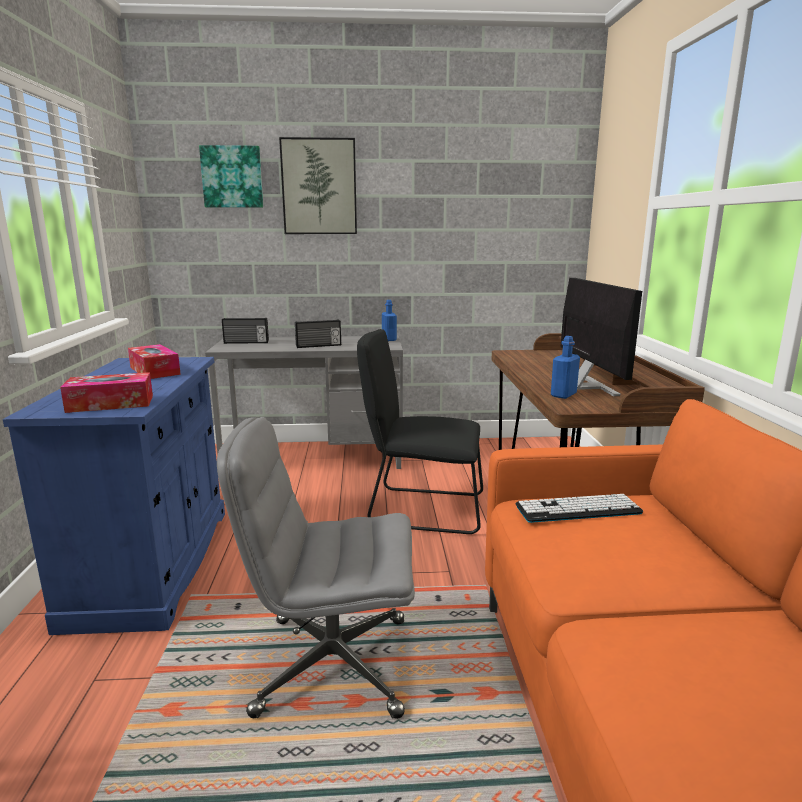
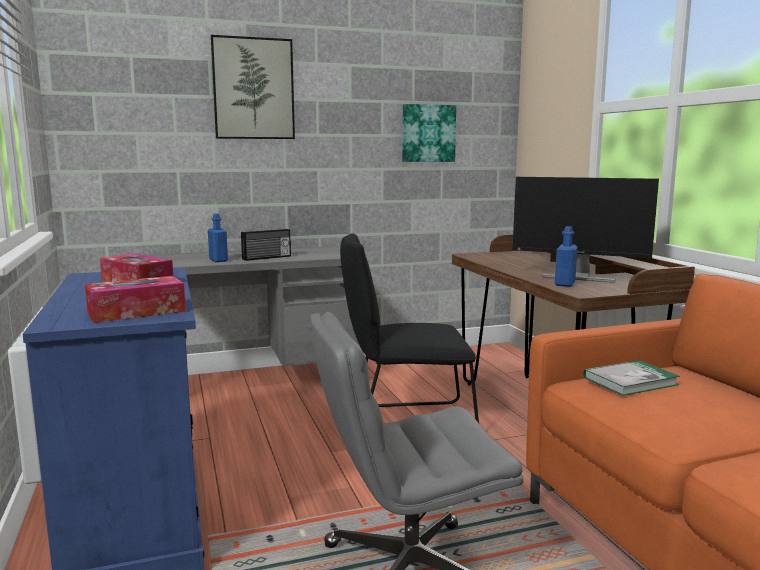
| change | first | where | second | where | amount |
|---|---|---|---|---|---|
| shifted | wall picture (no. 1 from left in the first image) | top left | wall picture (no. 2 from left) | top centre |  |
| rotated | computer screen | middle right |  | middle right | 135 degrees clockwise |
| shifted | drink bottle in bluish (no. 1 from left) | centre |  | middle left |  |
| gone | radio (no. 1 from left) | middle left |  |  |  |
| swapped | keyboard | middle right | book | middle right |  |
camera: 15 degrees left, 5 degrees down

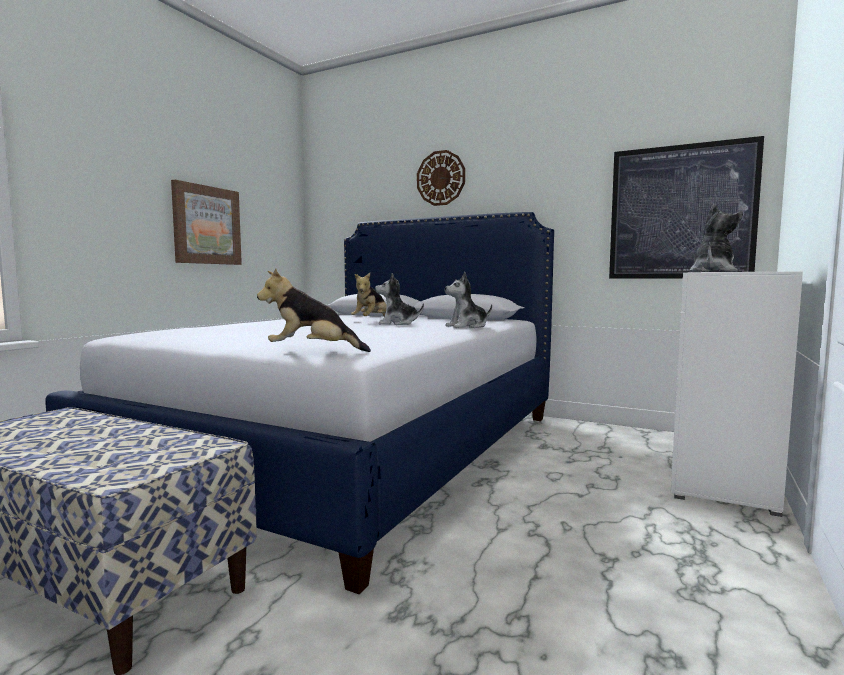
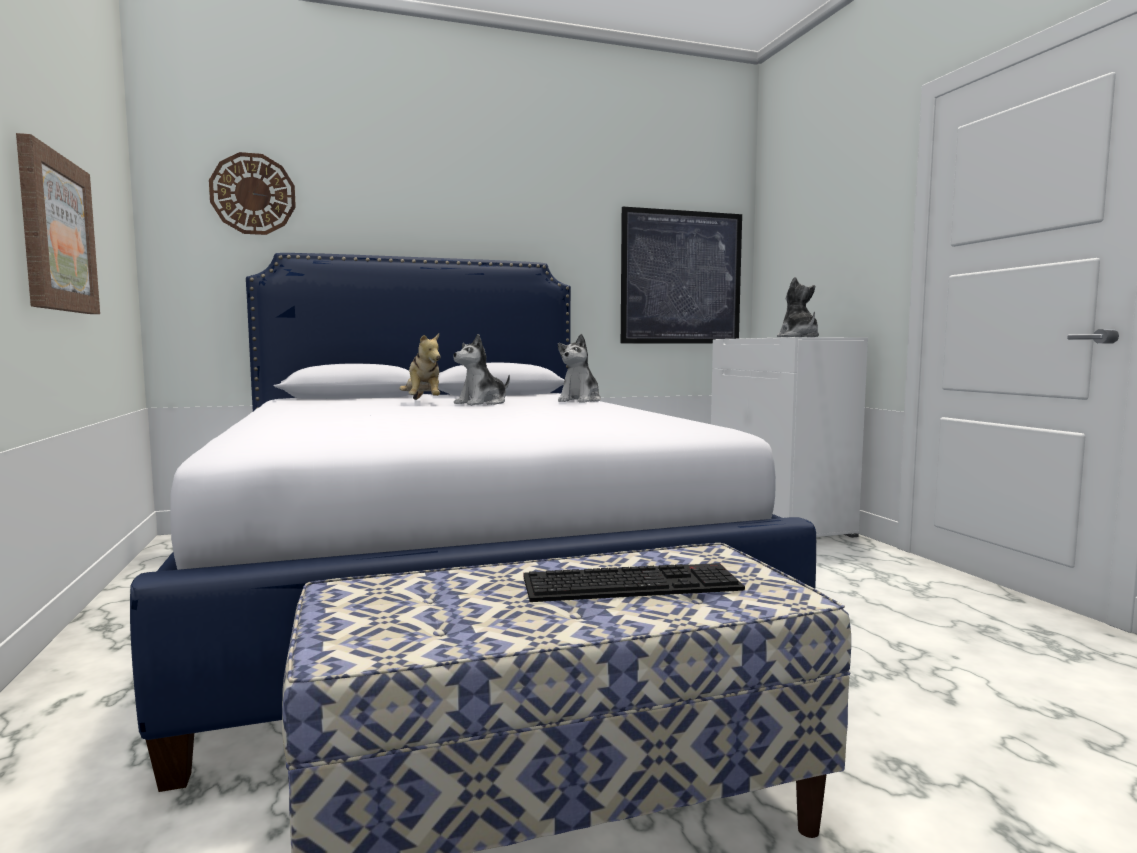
| change | first | where | second | where | amount |
|---|---|---|---|---|---|
| shifted | clock on the wall | top centre |  | top left |  |
| gone | cuddly toy (no. 1 from left) | centre |  |  |  |
| new |  |  | keyboard | bottom centre |  |
camera: 45 degrees left, 0 degrees up

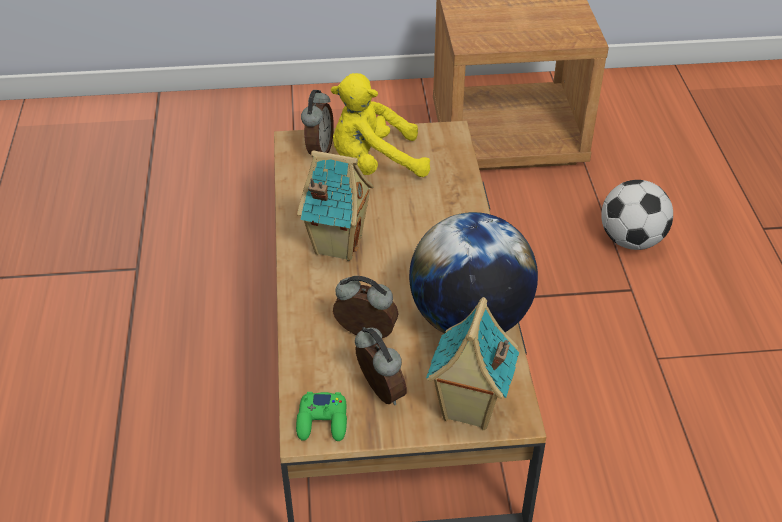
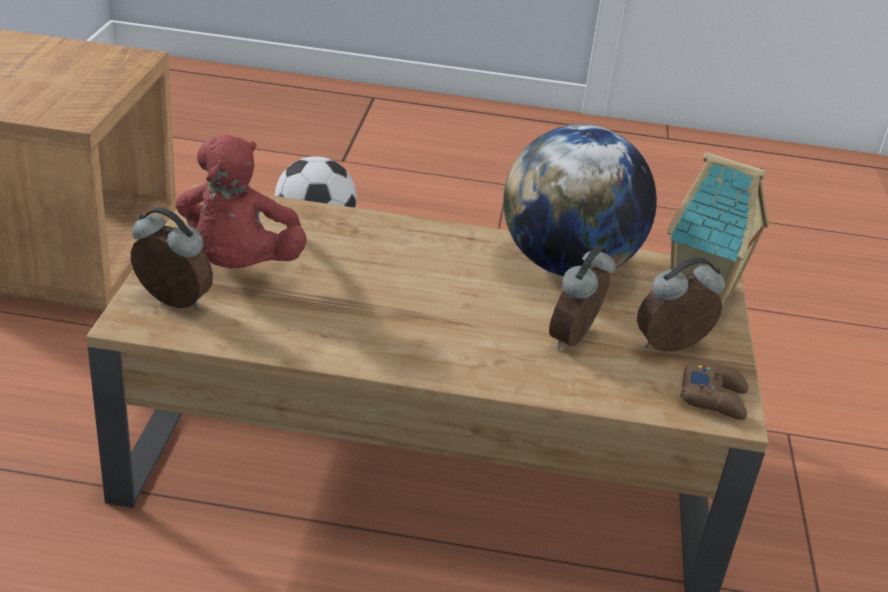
| change | first | where | second | where | amount |
|---|---|---|---|---|---|
| repainted | cuddly toy in yellowish | top centre | cuddly toy in reddish | middle left |  |
| gone | toy house (no. 1 from left) | centre |  |  |  |
| repainted | gamepad in green | bottom centre | gamepad in brownish | middle right |  |
camera: 80 degrees left, 10 degrees down

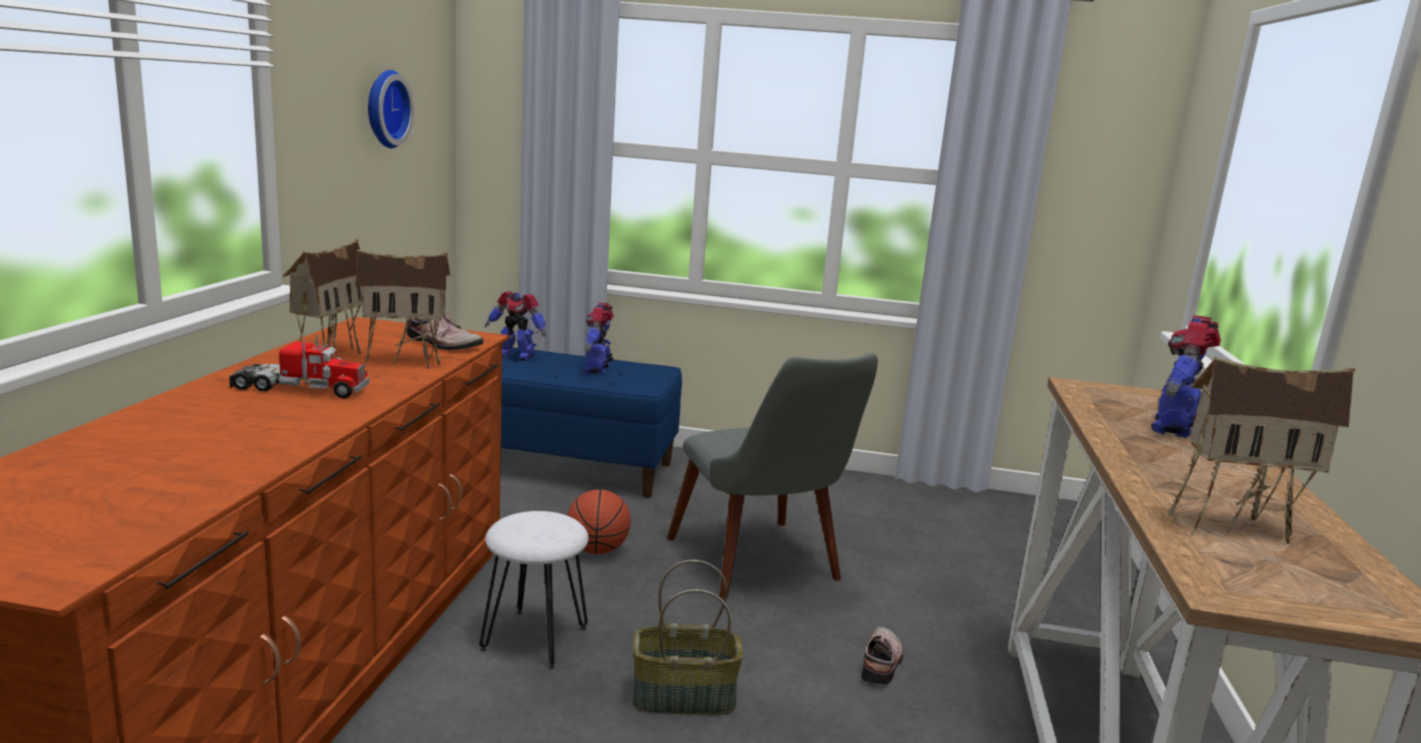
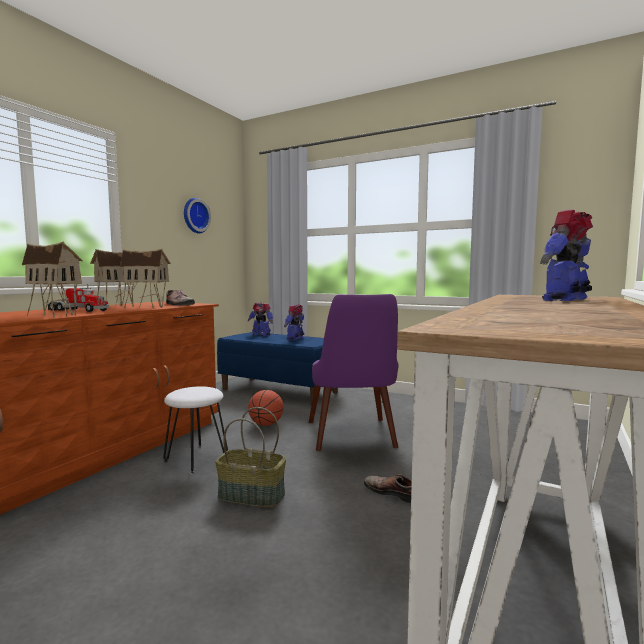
| change | first | where | second | where | amount |
|---|---|---|---|---|---|
| repainted | chair in greyish | centre | chair in purple-coloured | centre |  |
| shifted | toy house (no. 3 from left in the first image) | middle right | toy house (no. 1 from left) | middle left |  |
| rotated | shoe (no. 2 from left) | bottom centre |  | bottom centre | 90 degrees counterclockwise |
camera: 20 degrees right, 10 degrees down

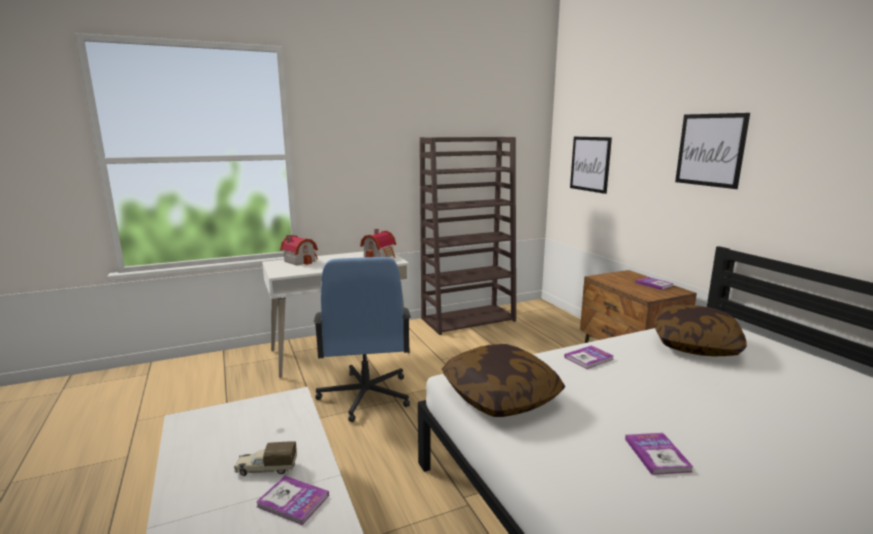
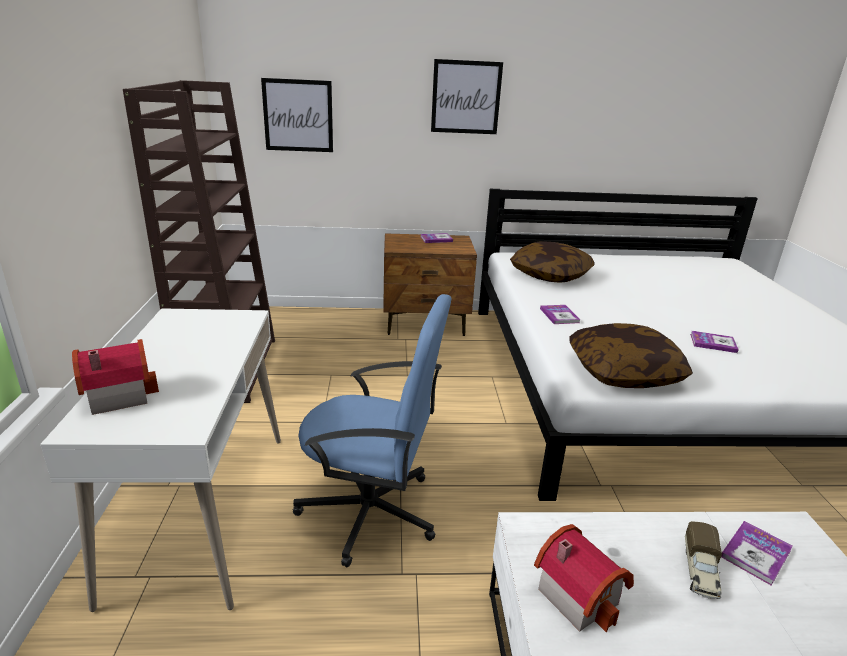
| change | first | where | second | where | amount |
|---|---|---|---|---|---|
| shifted | toy house (no. 2 from left) | centre |  | bottom right |  |
camera: 70 degrees left, 10 degrees up

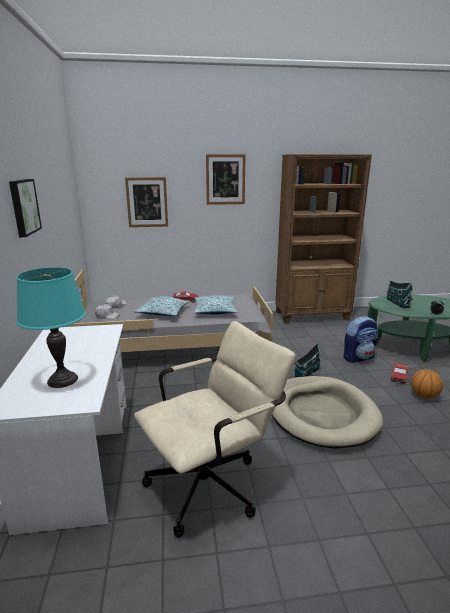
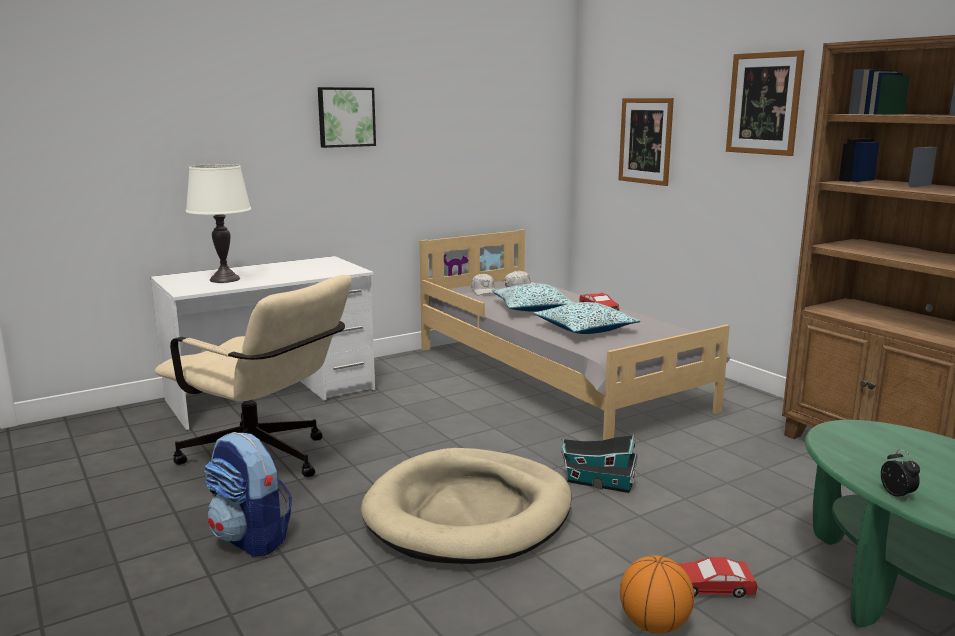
| change | first | where | second | where | amount |
|---|---|---|---|---|---|
| repainted | lamp for a table in blue-green | middle left | lamp for a table in whitish | middle left |  |
| gone | toy house (no. 2 from left) | middle right |  |  |  |
| shifted | rucksack | middle right |  | bottom left |  |
camera: 65 degrees right, 5 degrees down

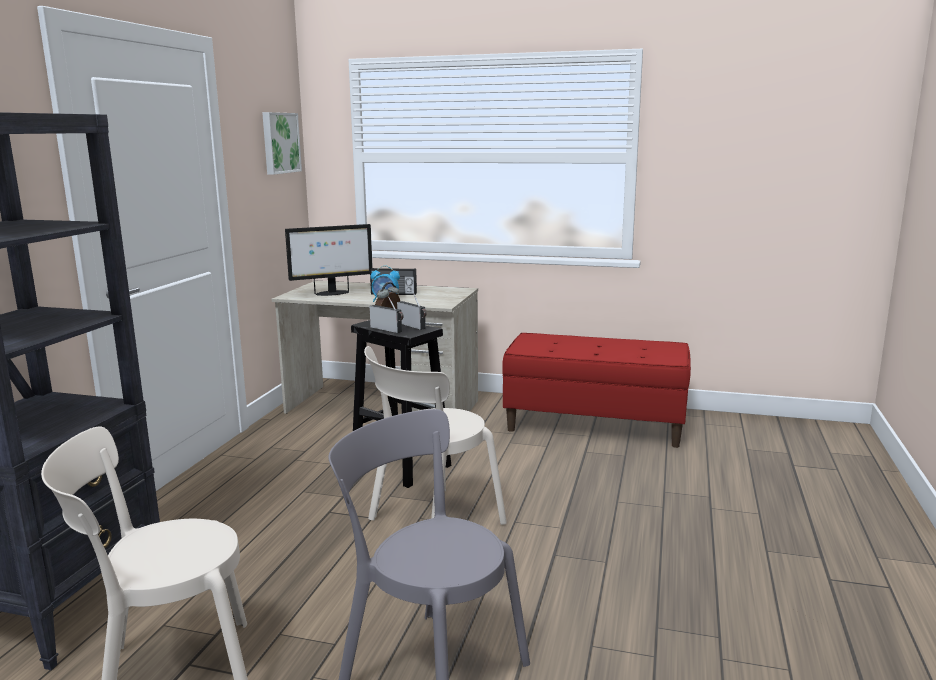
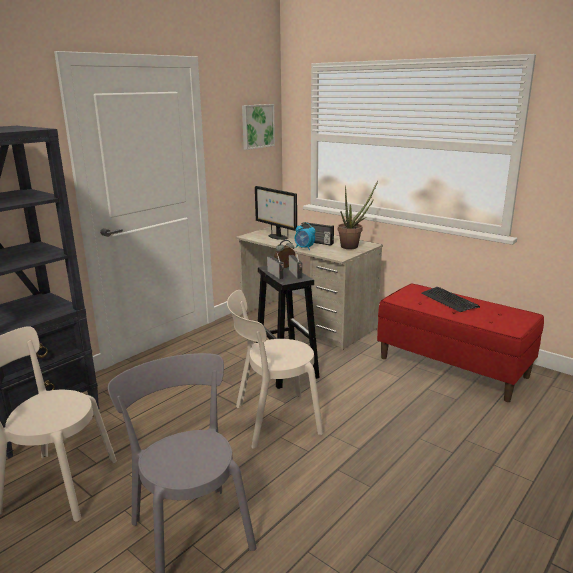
| change | first | where | second | where | amount |
|---|---|---|---|---|---|
| rotated | computer screen | centre |  | centre | 45 degrees clockwise |
| new |  |  | houseplant | centre |  |
| new |  |  | keyboard | middle right |  |
camera: 25 degrees right, 5 degrees up

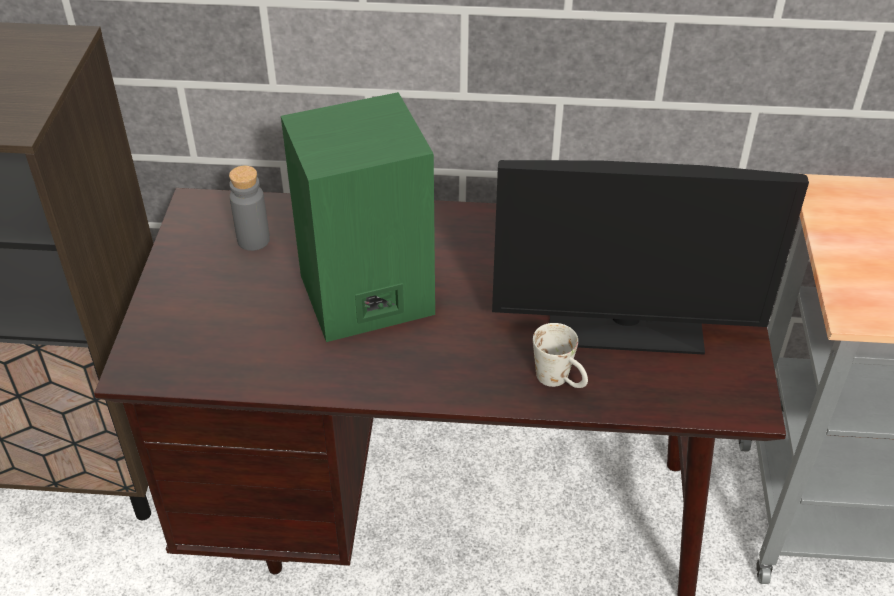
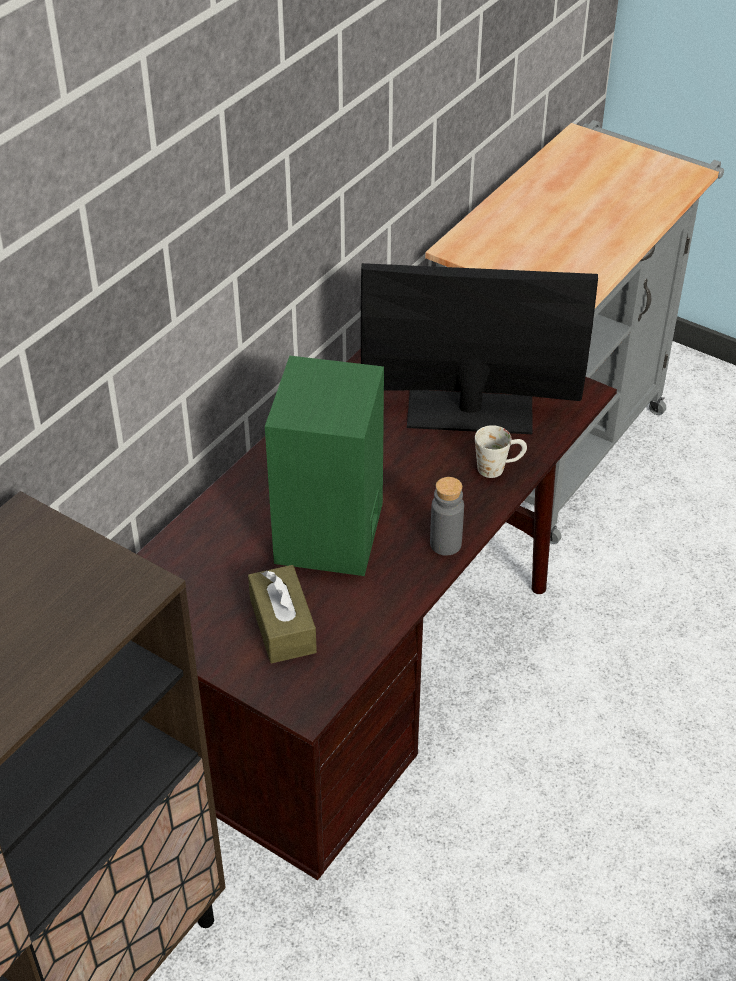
| change | first | where | second | where | amount |
|---|---|---|---|---|---|
| rotated | computer screen | middle right |  | centre | 120 degrees counterclockwise |
| shifted | drink bottle in greyish | middle left |  | centre |  |
| new |  |  | tissue box in brownish | centre |  |
camera: 60 degrees left, 0 degrees up

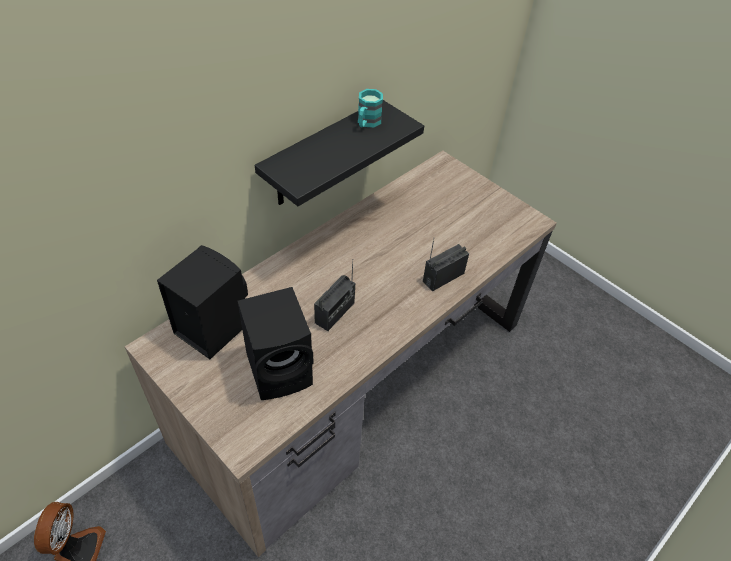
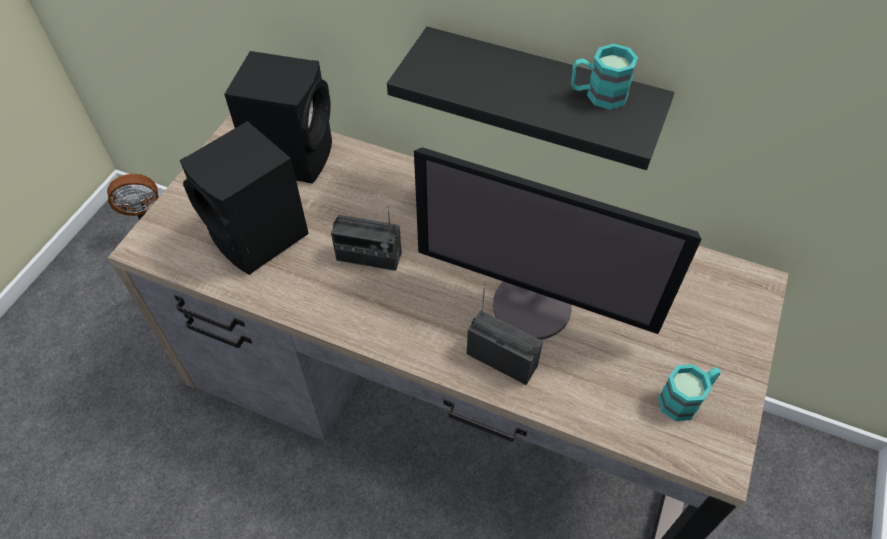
| change | first | where | second | where | amount |
|---|---|---|---|---|---|
| new |  |  | computer screen | centre |  |
| new |  |  | mug in blue-green (no. 2 from left) | bottom right |  |
camera: 70 degrees right, 5 degrees up

